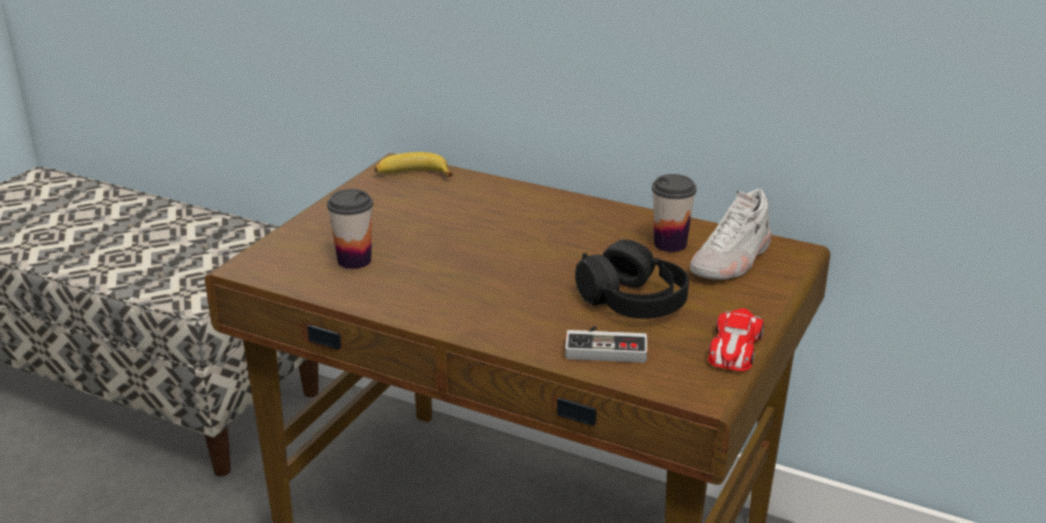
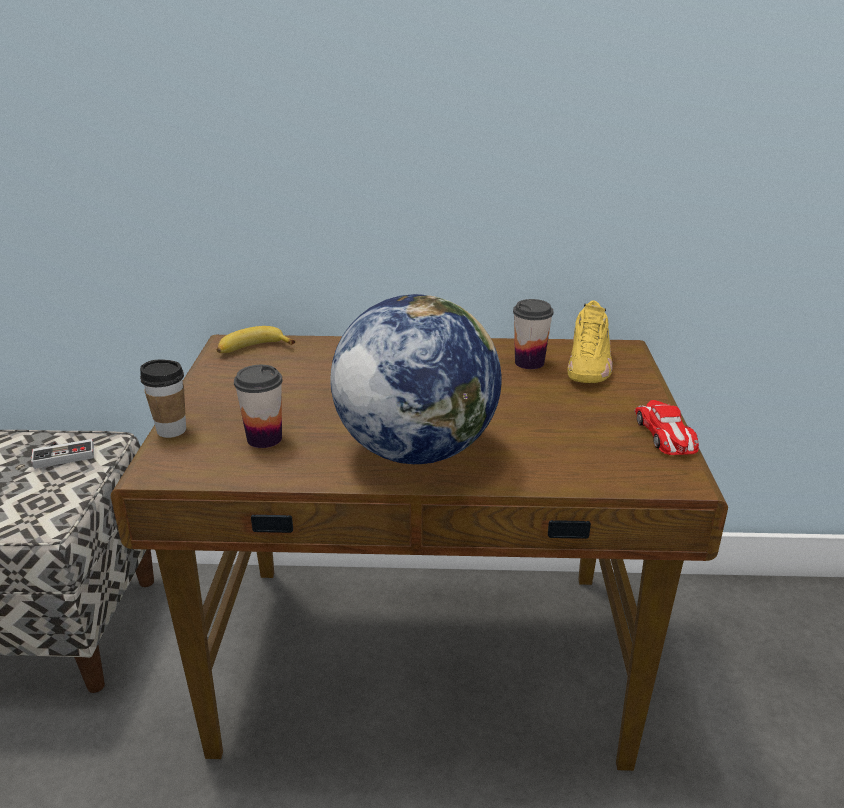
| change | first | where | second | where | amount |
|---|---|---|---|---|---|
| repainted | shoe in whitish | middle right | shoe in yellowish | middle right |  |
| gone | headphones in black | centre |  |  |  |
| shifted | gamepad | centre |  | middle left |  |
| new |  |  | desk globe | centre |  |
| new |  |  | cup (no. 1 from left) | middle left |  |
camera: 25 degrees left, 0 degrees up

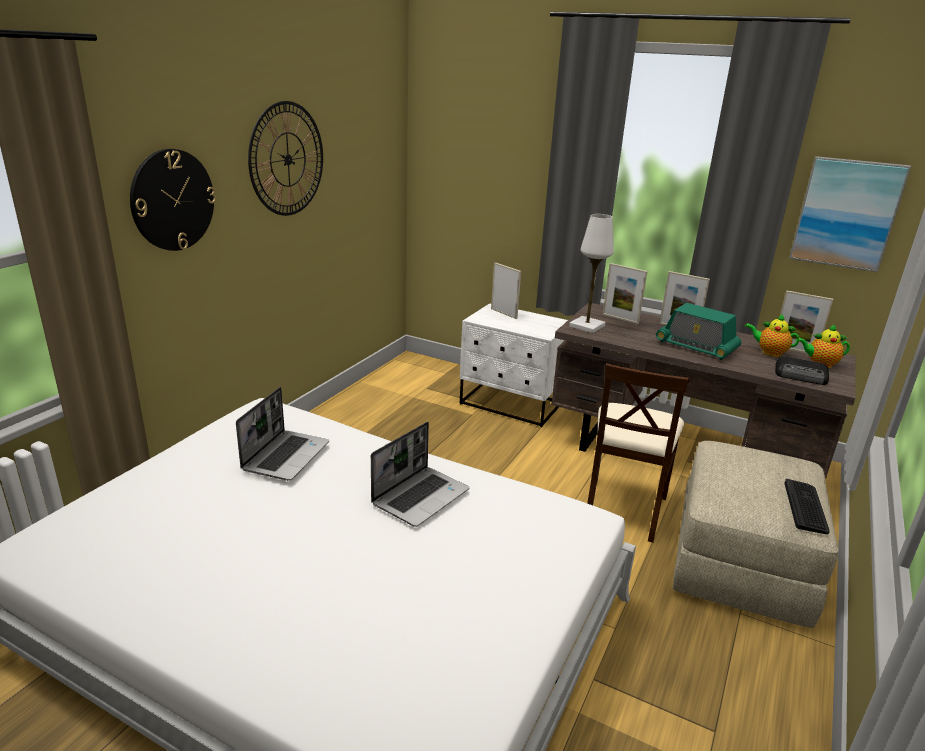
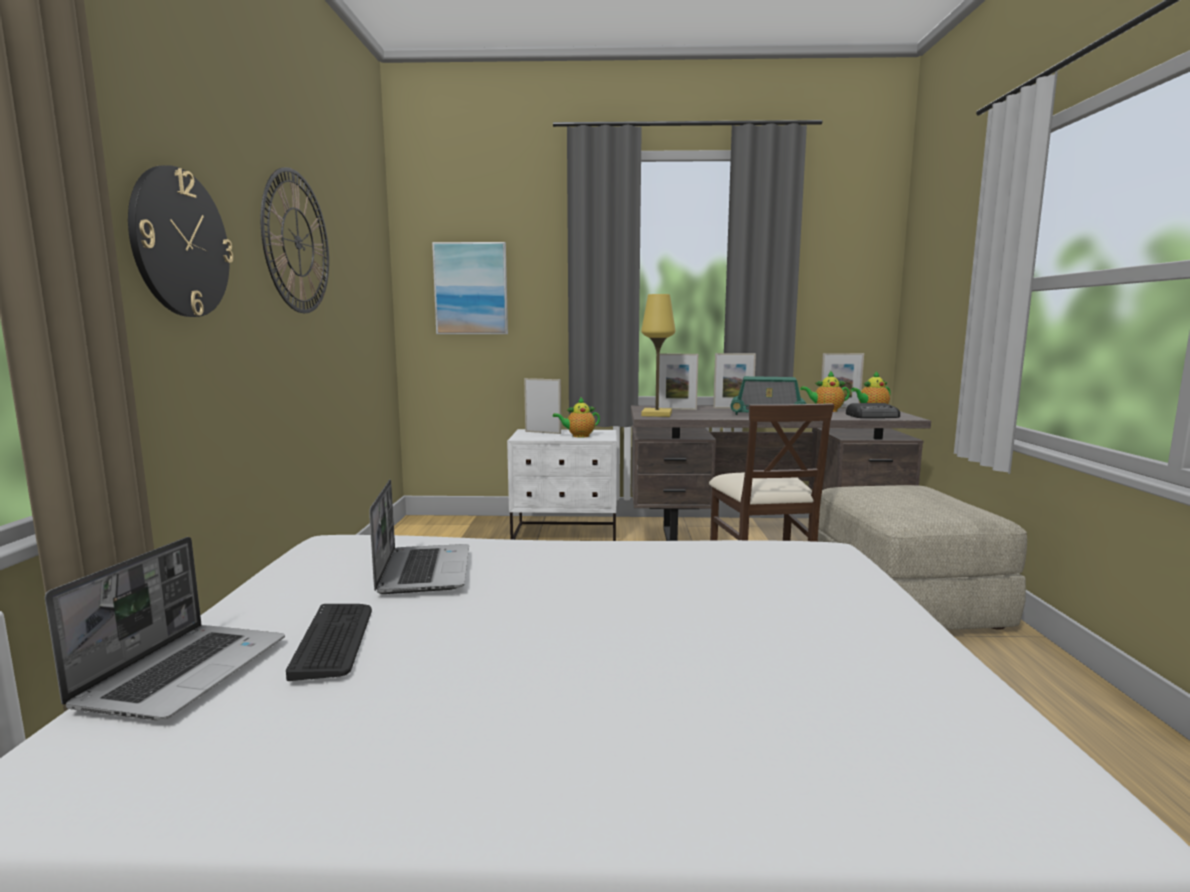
| change | first | where | second | where | amount |
|---|---|---|---|---|---|
| shifted | wall picture | top right |  | top centre |  |
| repainted | lamp for a table in whitish | centre | lamp for a table in yellowish | centre |  |
| shifted | notebook computer (no. 2 from left in the first image) | centre | notebook computer (no. 1 from left) | bottom left |  |
| shifted | keyboard | bottom right |  | bottom left |  |
| new |  |  | tea pot (no. 1 from left) | centre |  |
camera: 25 degrees left, 15 degrees down

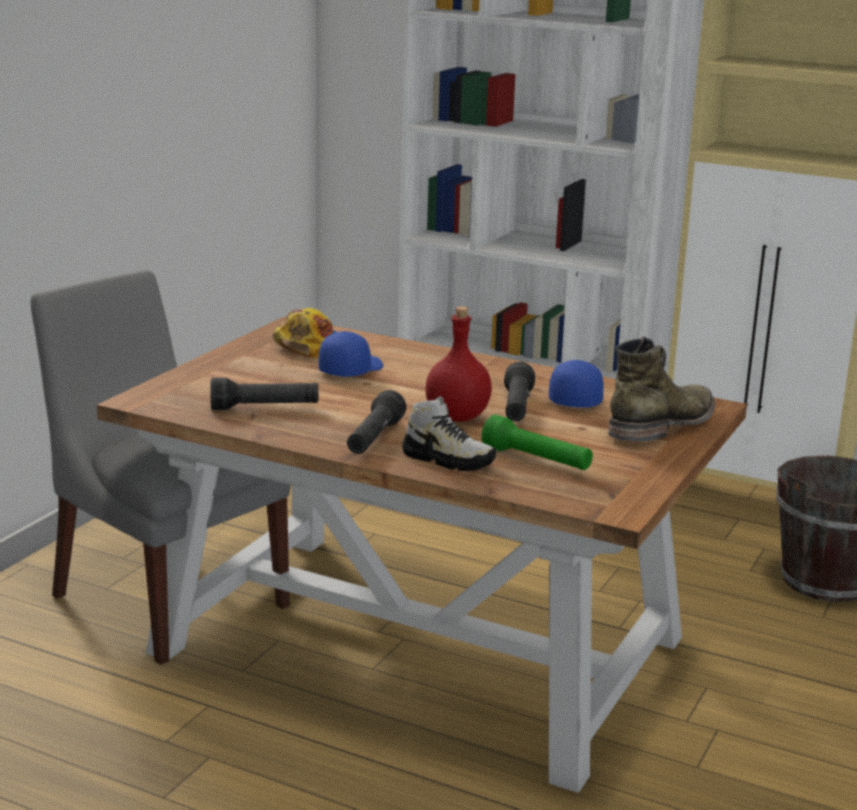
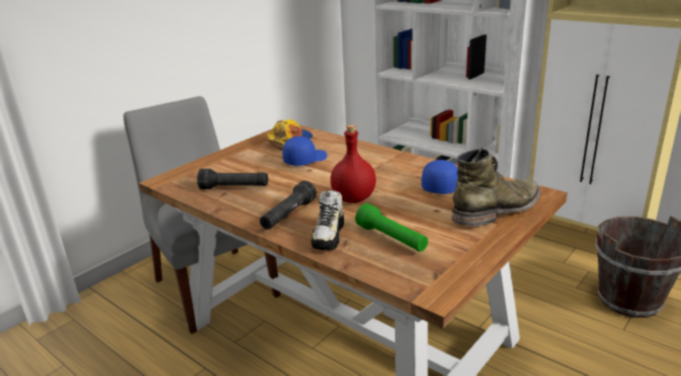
| change | first | where | second | where | amount |
|---|---|---|---|---|---|
| gone | torch in black (no. 3 from left) | centre |  |  |  |
| rotated | shoe | centre |  | centre | 60 degrees clockwise |
camera: 15 degrees right, 5 degrees up

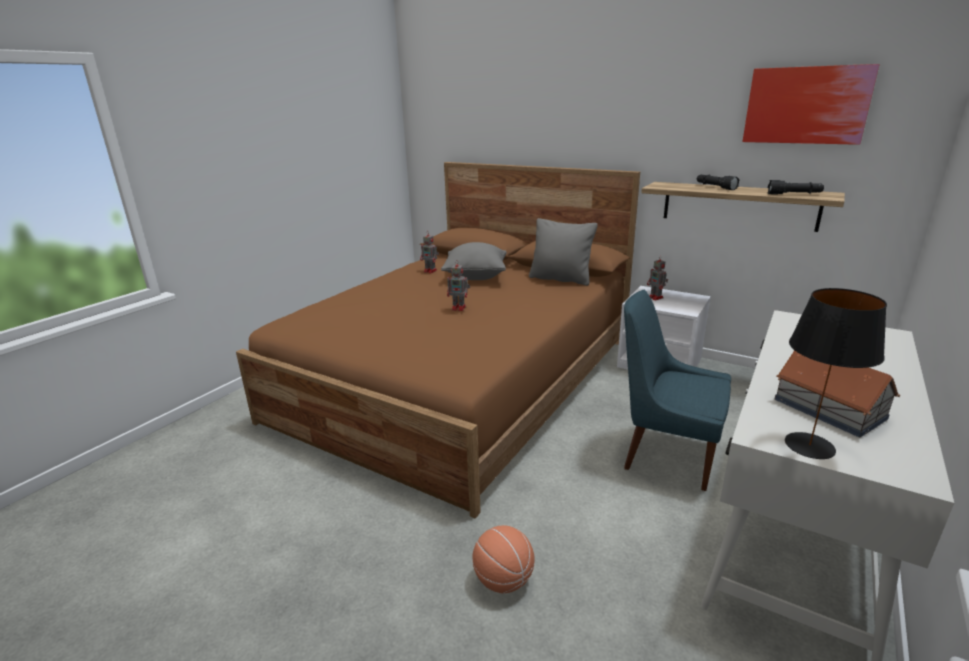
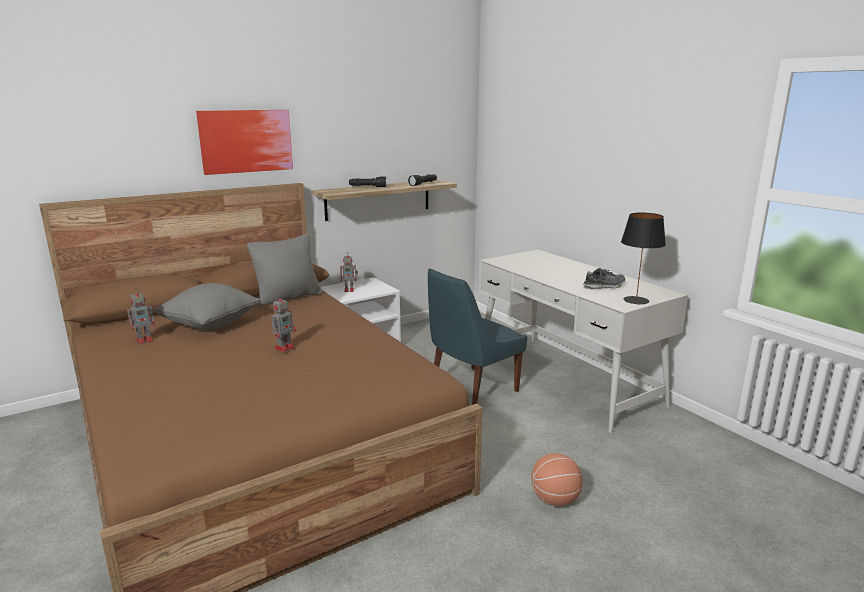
| change | first | where | second | where | amount |
|---|---|---|---|---|---|
| shifted | wall picture | top right |  | top left |  |
| swapped | toy house | middle right | shoe | middle right |  |
camera: 65 degrees left, 5 degrees down

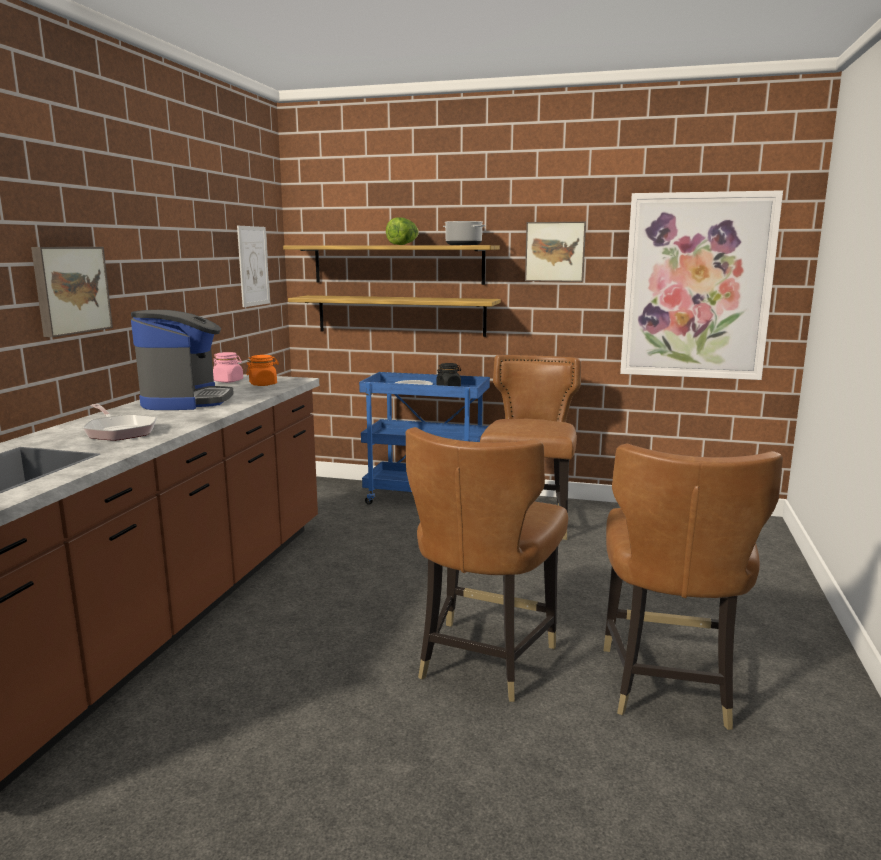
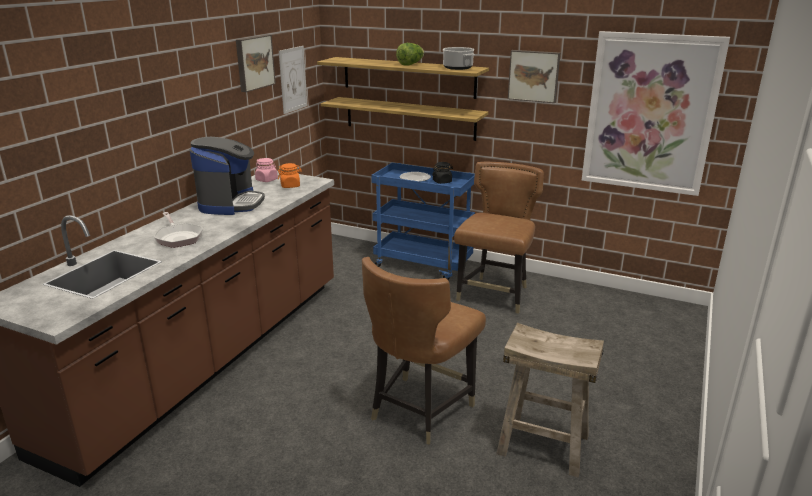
| change | first | where | second | where | amount |
|---|---|---|---|---|---|
| shifted | wall picture (no. 1 from left) | middle left |  | top left |  |
| swapped | chair in brownish (no. 3 from left) | bottom right | sitting stool in beige-coloured | bottom right |  |
camera: 10 degrees right, 10 degrees up

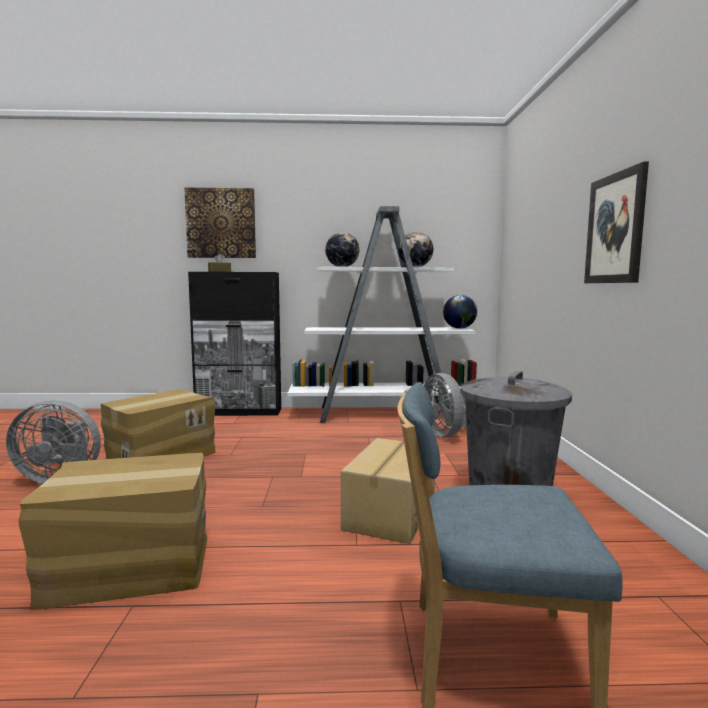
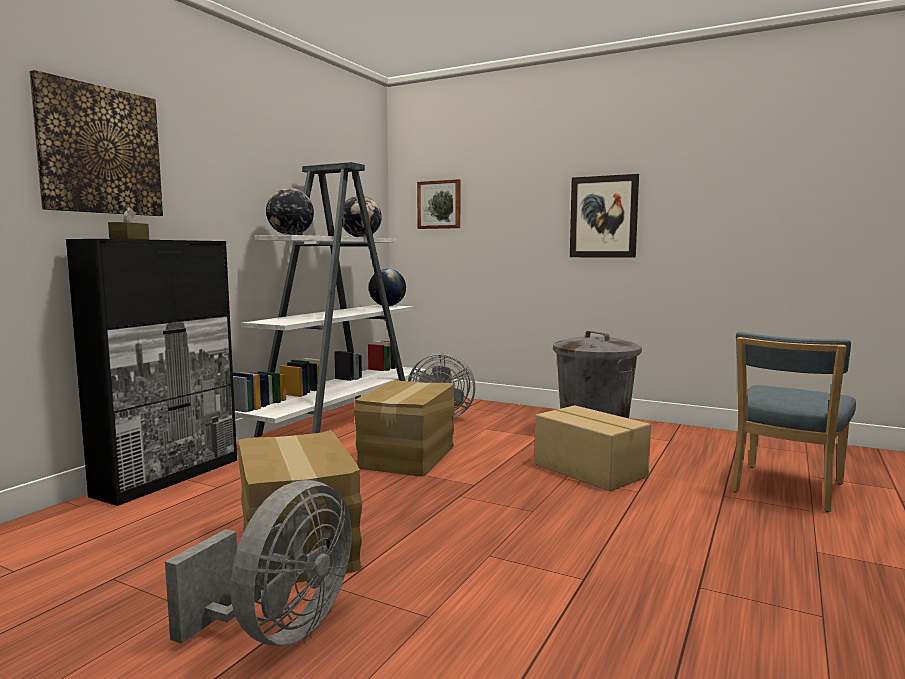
| change | first | where | second | where | amount |
|---|---|---|---|---|---|
| shifted | carton (no. 1 from left in the first image) | bottom left | carton (no. 2 from left) | centre |  |
| new |  |  | wall picture (no. 2 from left) | top centre |  |
camera: 60 degrees left, 0 degrees up

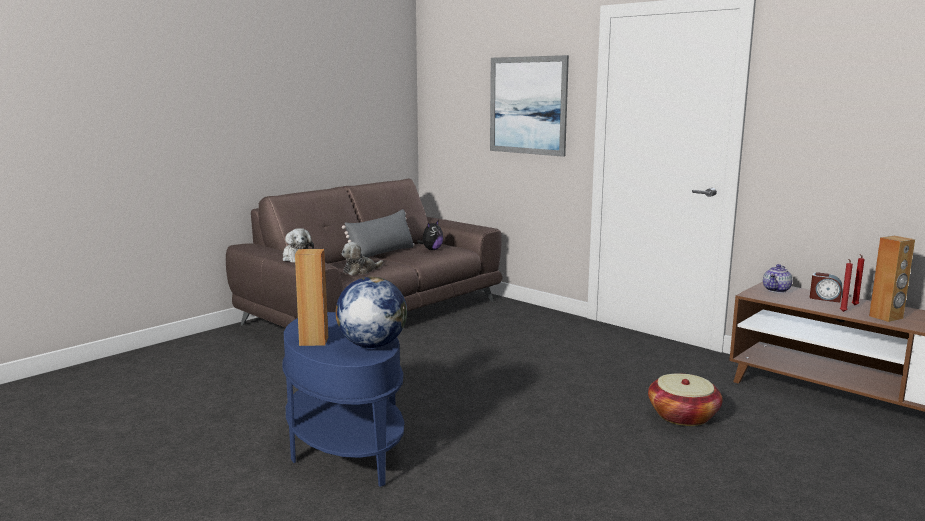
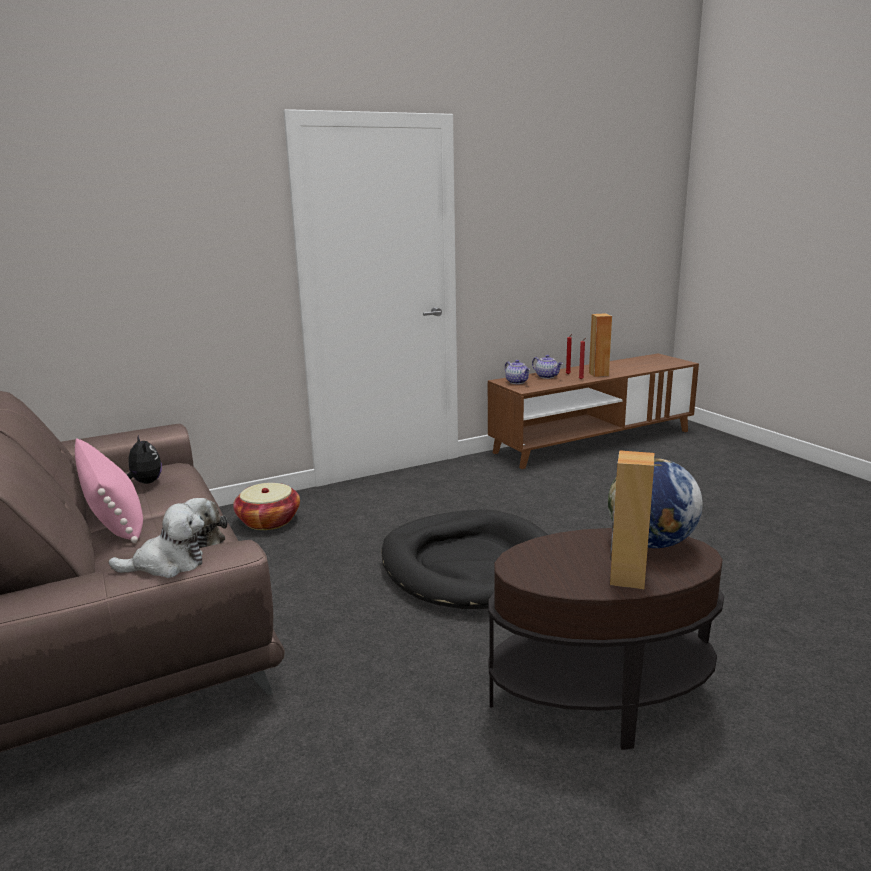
| change | first | where | second | where | amount |
|---|---|---|---|---|---|
| gone | wall picture | top centre |  |  |  |
| repainted | cushion in greyish | centre | cushion in pinkish | middle left |  |
| swapped | table clock | middle right | tea pot (no. 2 from left) | centre |  |
| repainted | end table in bluish | bottom centre | end table in brownish | bottom right |  |
| shifted | household basket | bottom right |  | middle left |  |
| new |  |  | dog cushion in black | centre |  |
camera: 70 degrees left, 5 degrees up

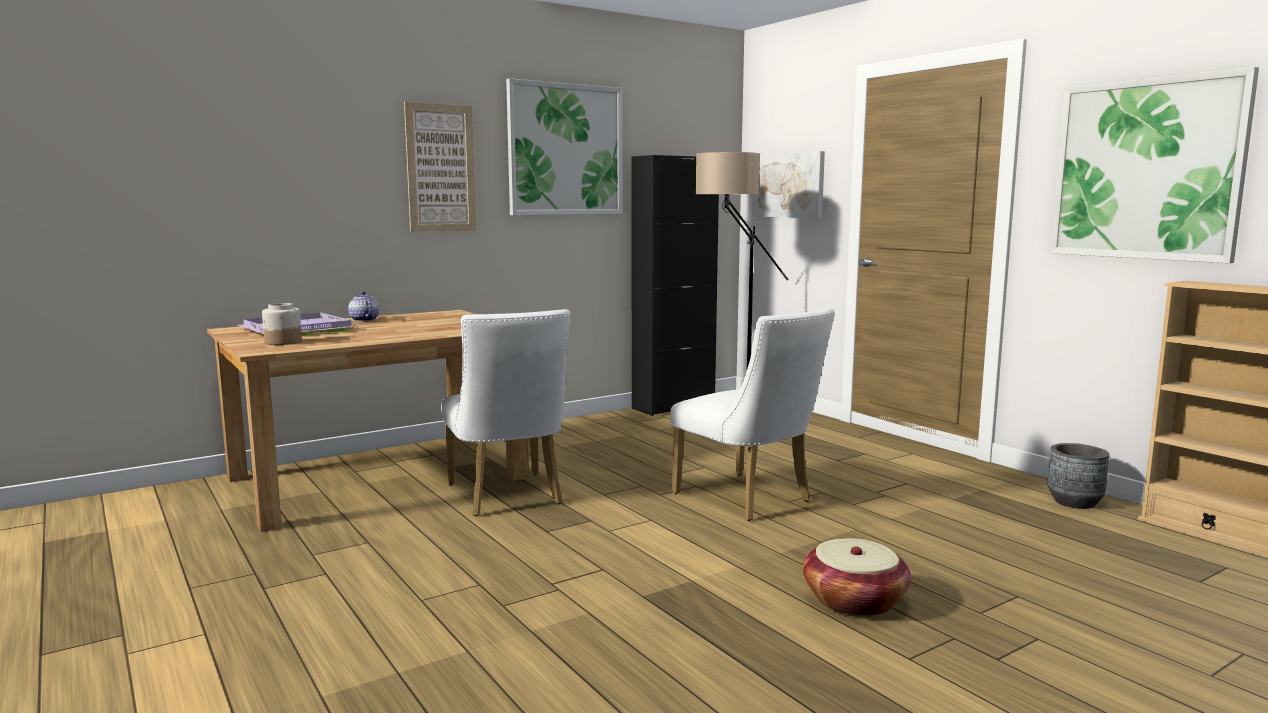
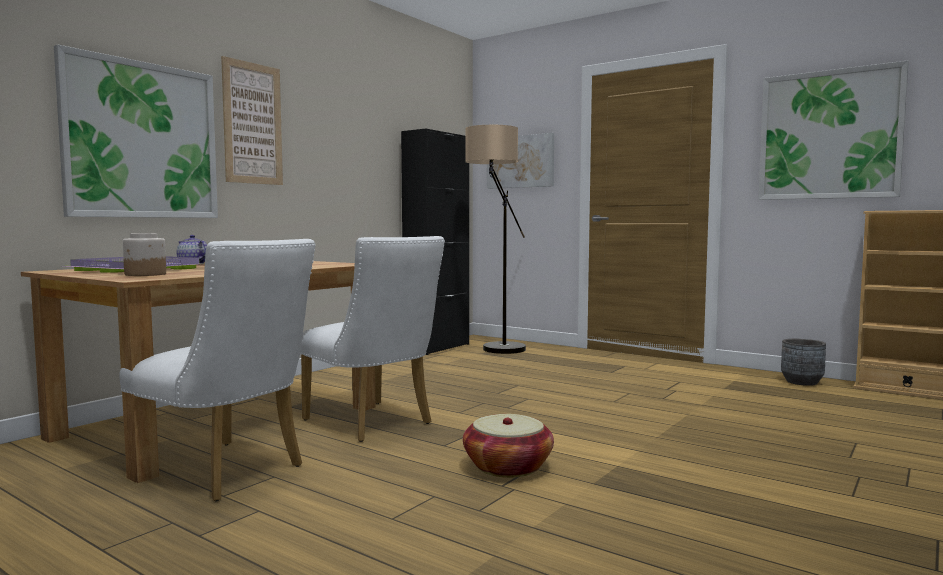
| change | first | where | second | where | amount |
|---|---|---|---|---|---|
| shifted | wall picture (no. 2 from left in the first image) | top centre | wall picture (no. 1 from left) | top left |  |
| shifted | chair in whitish (no. 2 from left in the first image) | centre | chair in whitish (no. 1 from left) | middle left |  |
| shifted | household basket | bottom right |  | bottom centre |  |
camera: 20 degrees left, 5 degrees down

